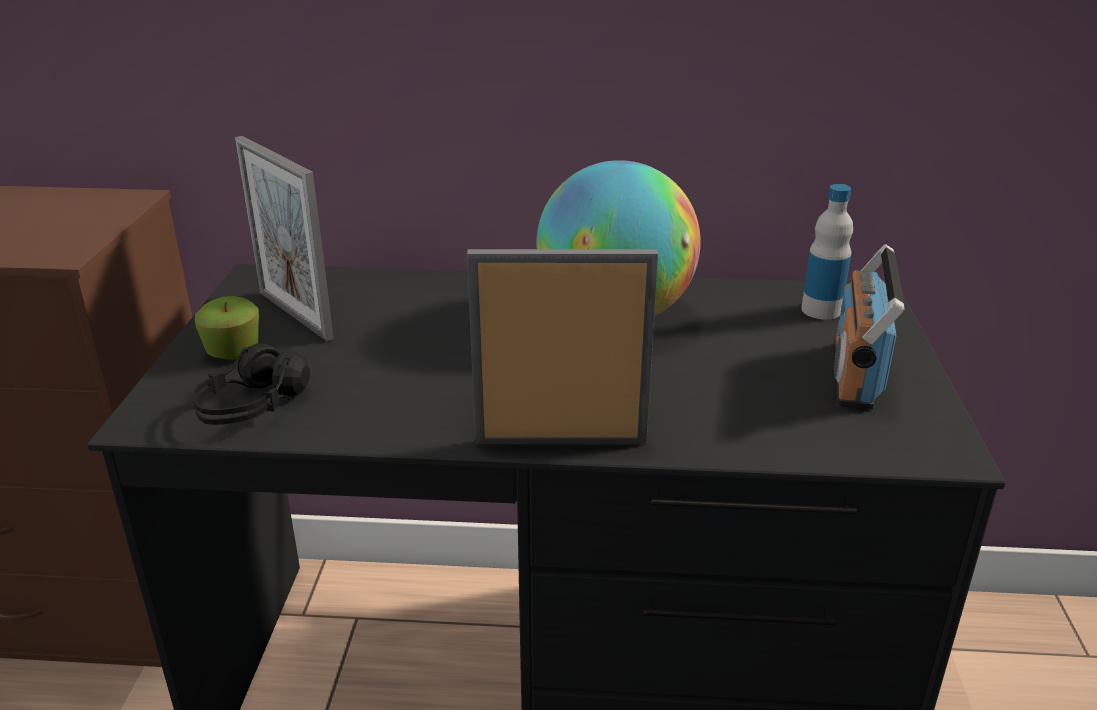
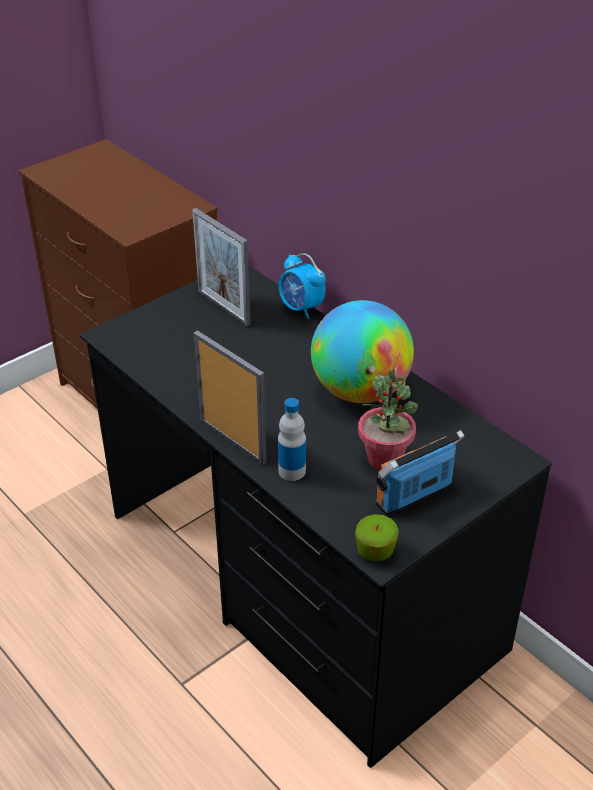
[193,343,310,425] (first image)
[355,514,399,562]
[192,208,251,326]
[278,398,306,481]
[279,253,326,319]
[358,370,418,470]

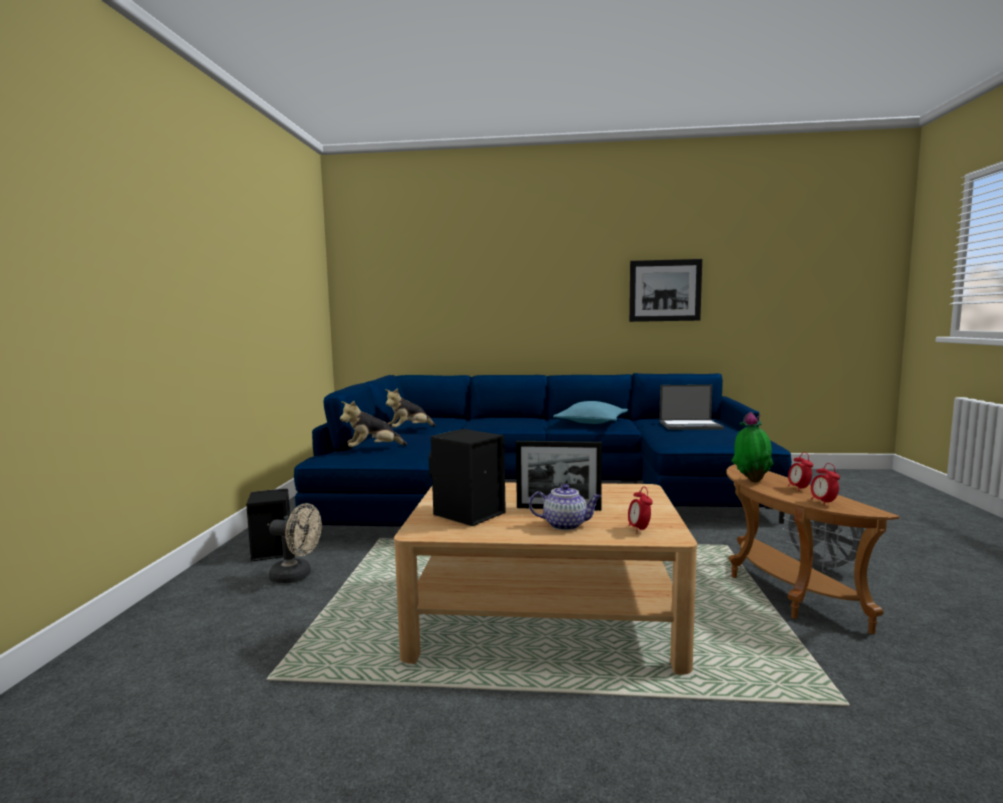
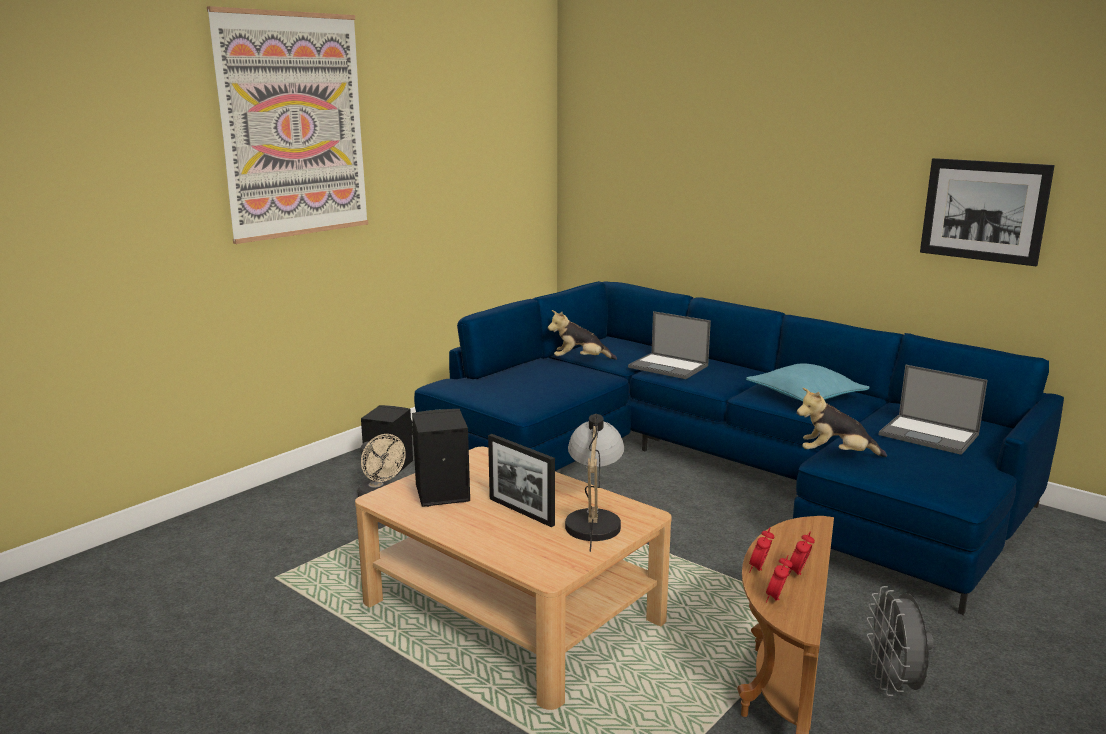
[797,388,887,457]
[529,484,601,530] (first image)
[749,528,774,572]
[731,412,774,483] (first image)
[207,6,368,244]
[565,414,624,552]
[628,311,711,379]

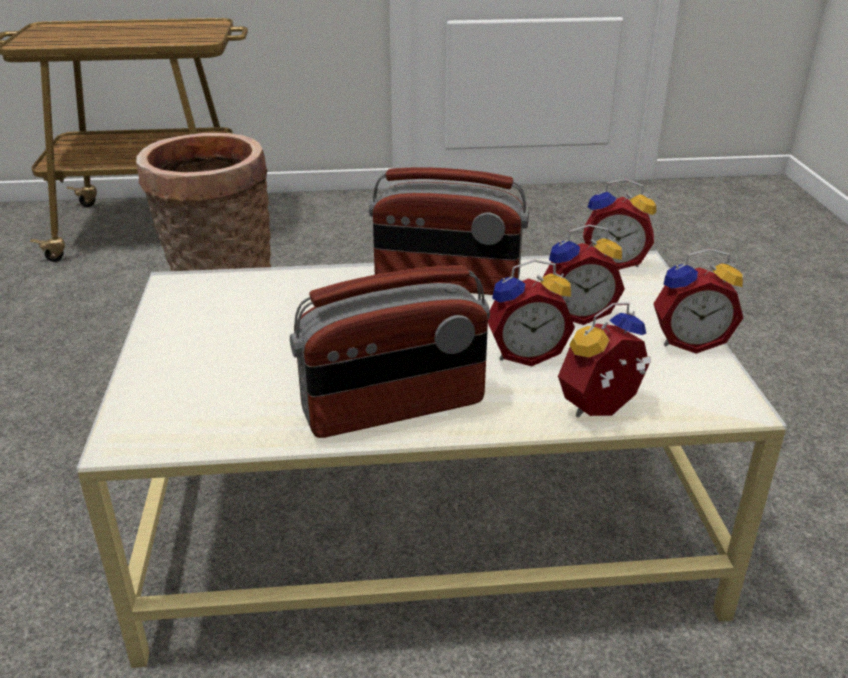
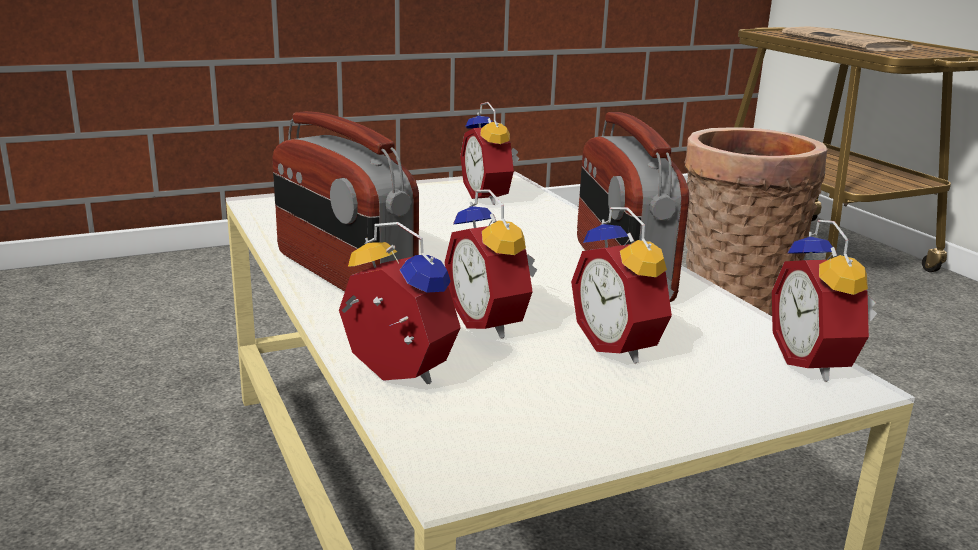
[460,102,520,205]
[782,26,916,51]

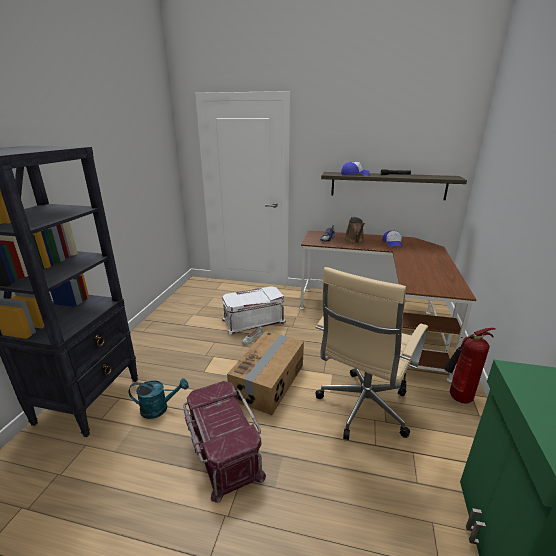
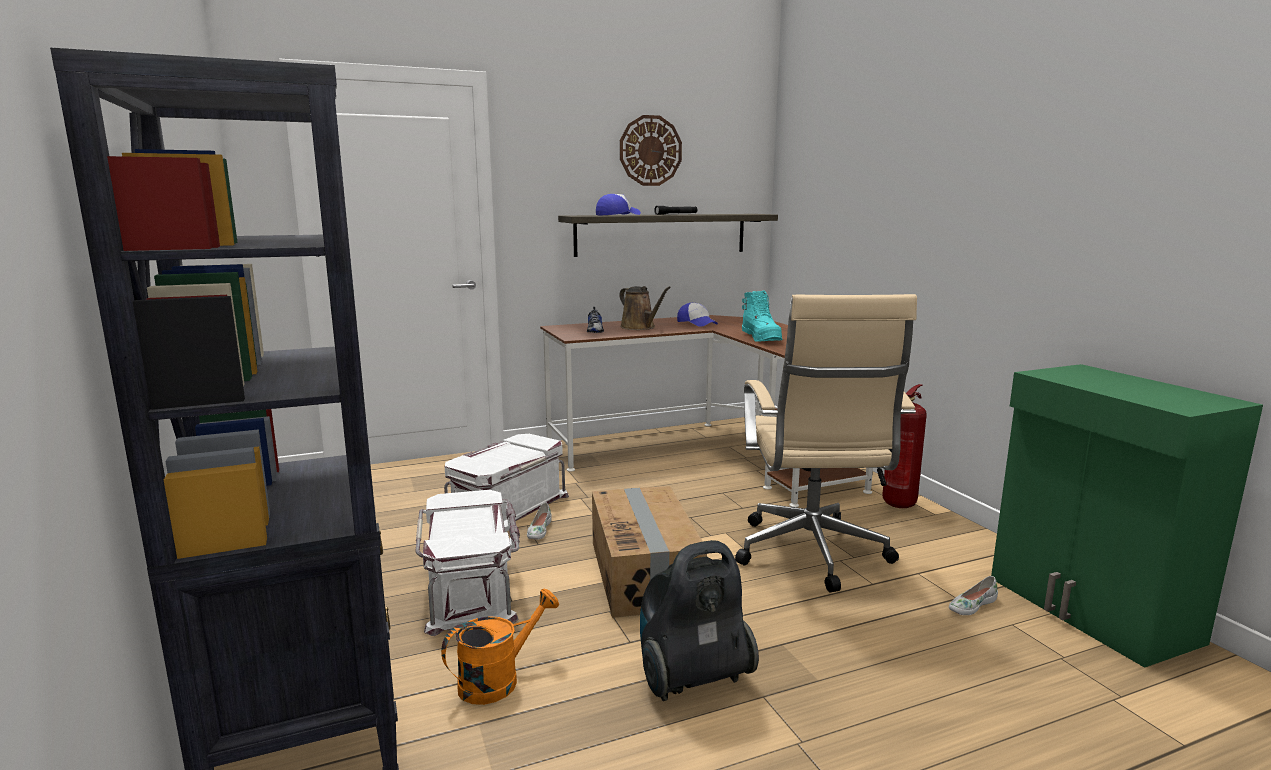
[441,588,559,705]
[640,540,759,701]
[415,490,520,636]
[620,115,682,186]
[742,290,783,342]
[949,576,998,615]

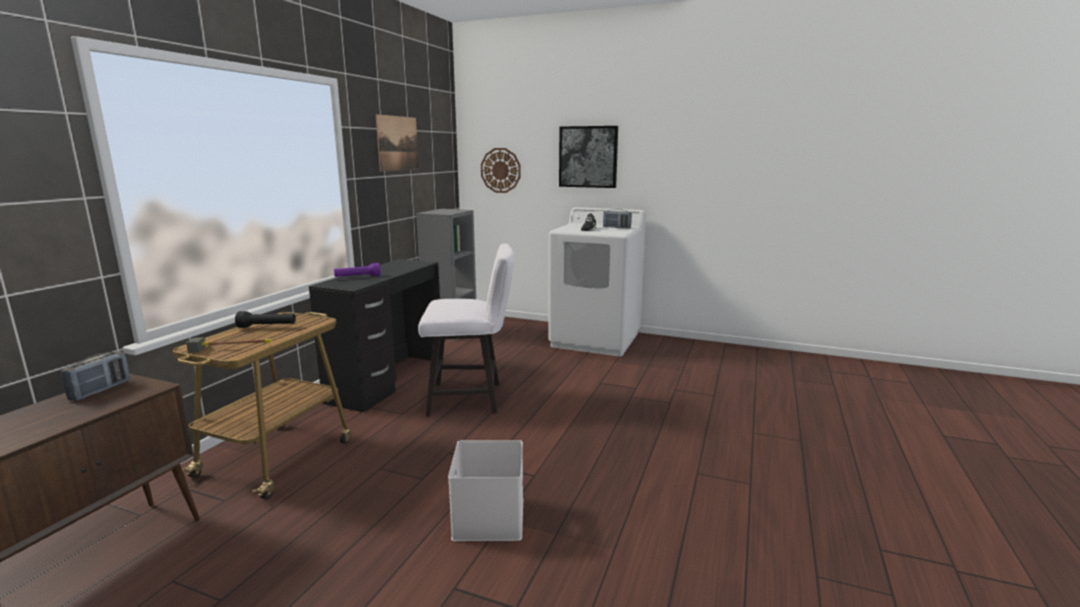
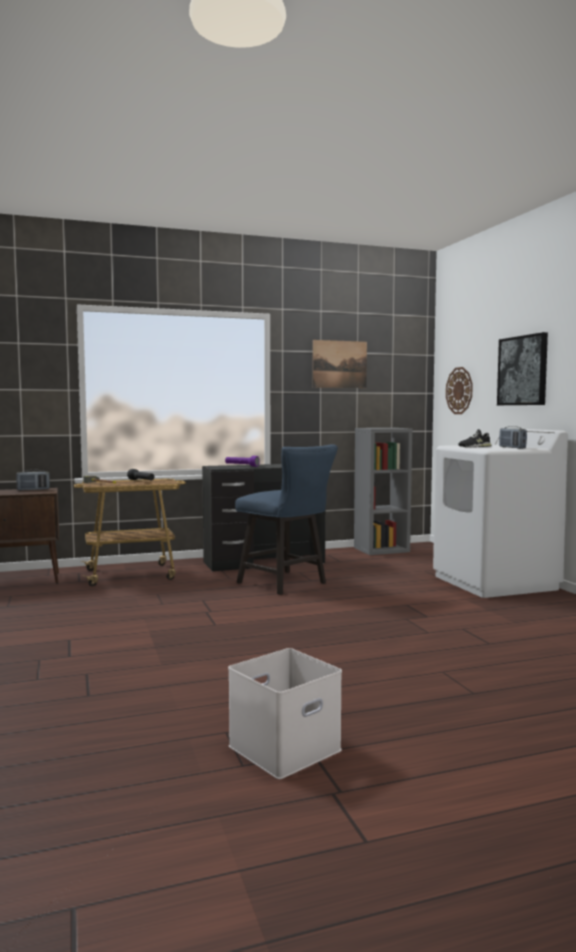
[235,444,338,595]
[228,648,342,779]

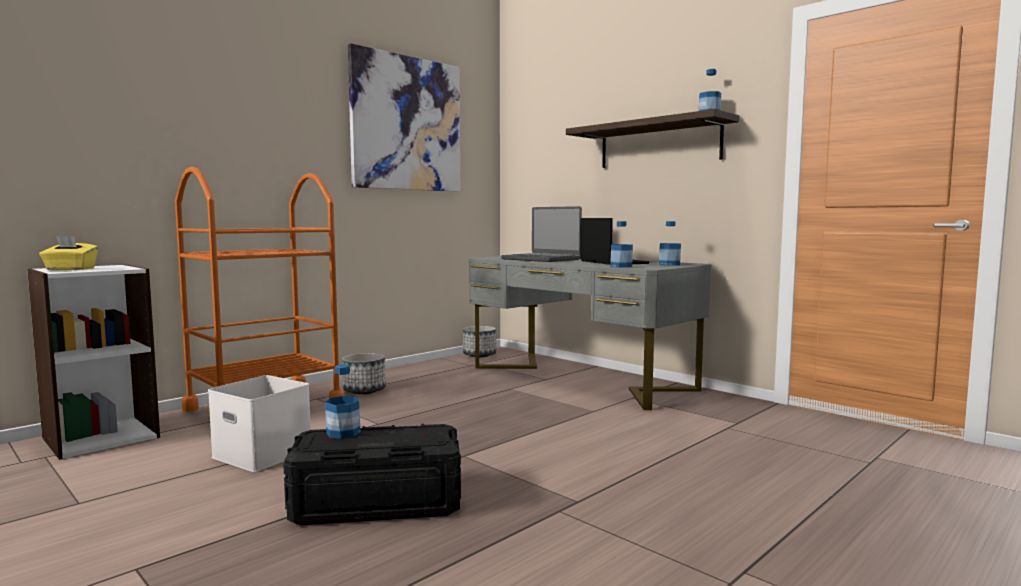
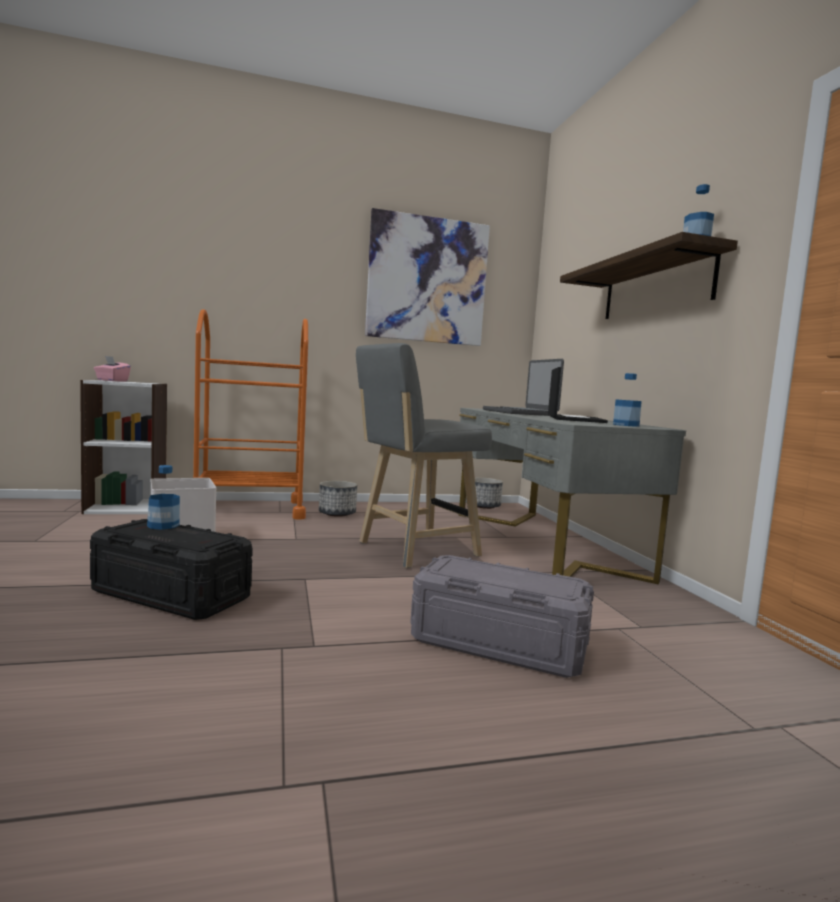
[94,356,131,382]
[610,221,633,267] (first image)
[356,343,492,568]
[410,555,594,678]

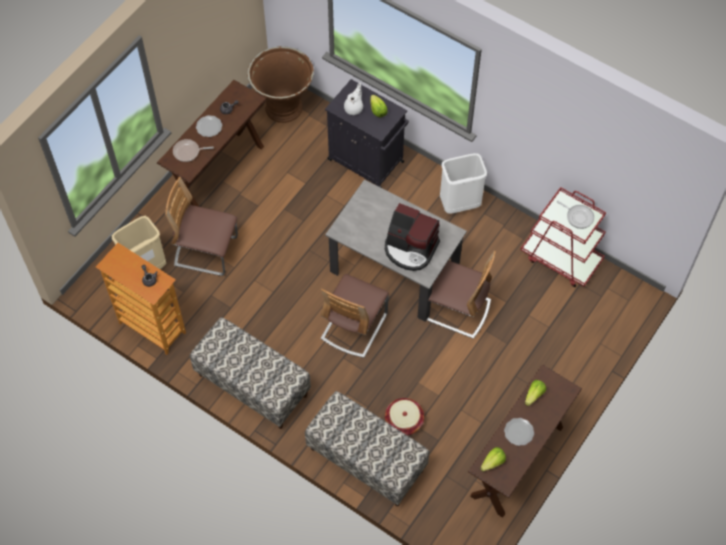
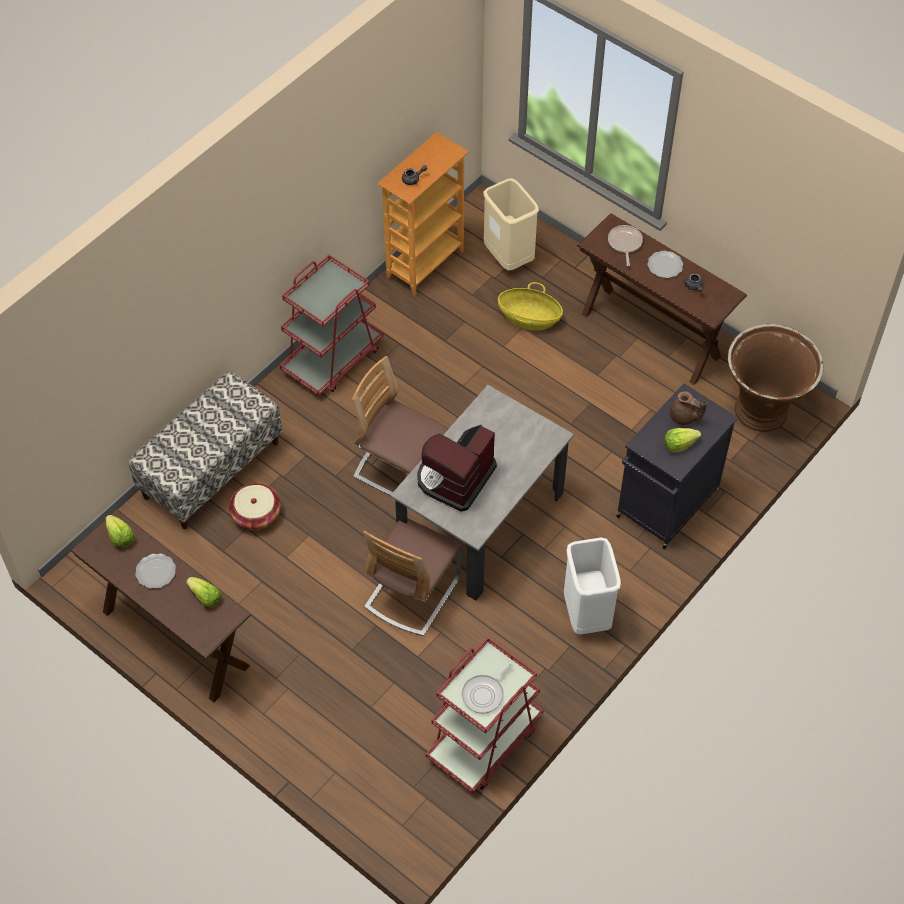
[498,282,563,330]
[280,255,383,396]
[670,391,707,425]

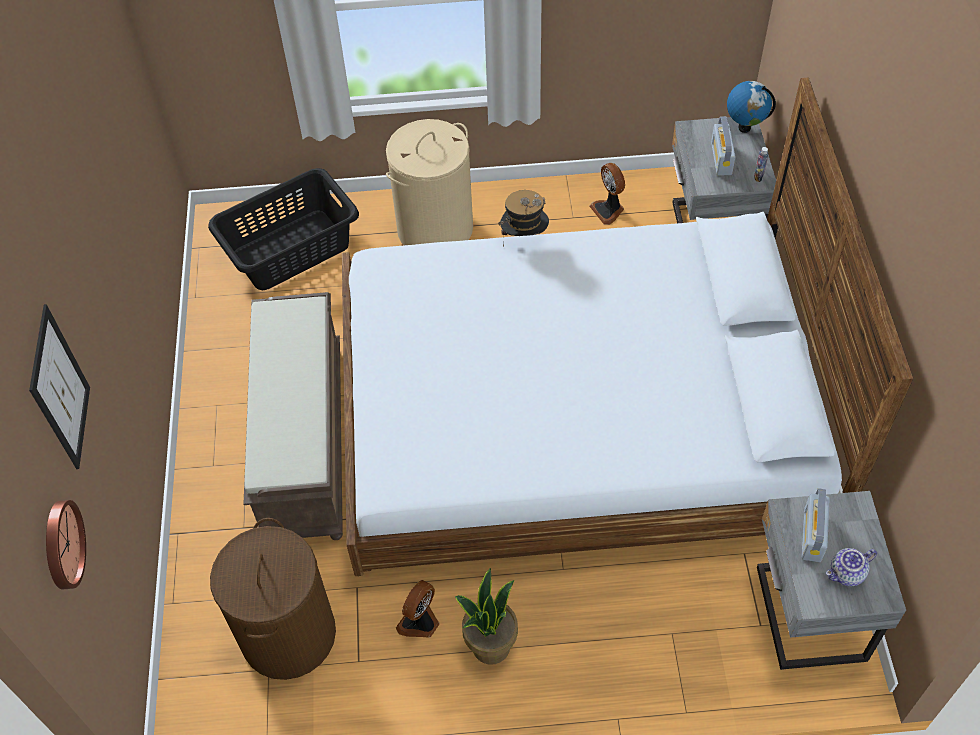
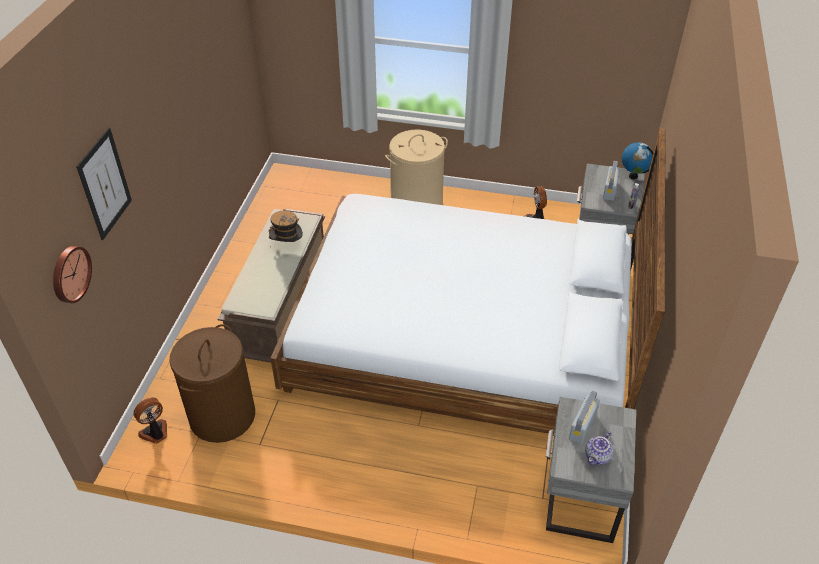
[208,168,359,290] (first image)
[133,397,167,444]
[455,568,518,665] (first image)
[268,210,303,247]
[585,431,614,465]

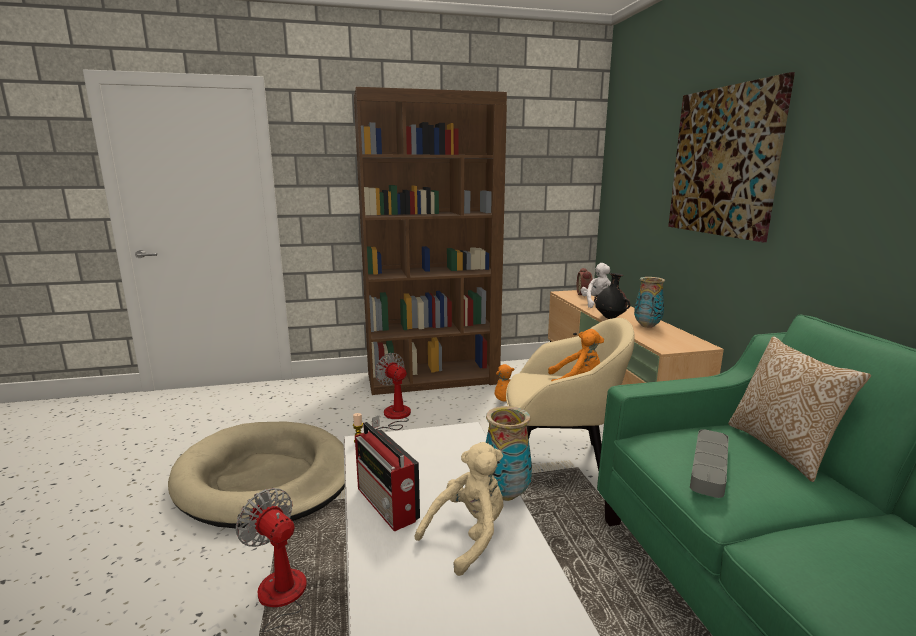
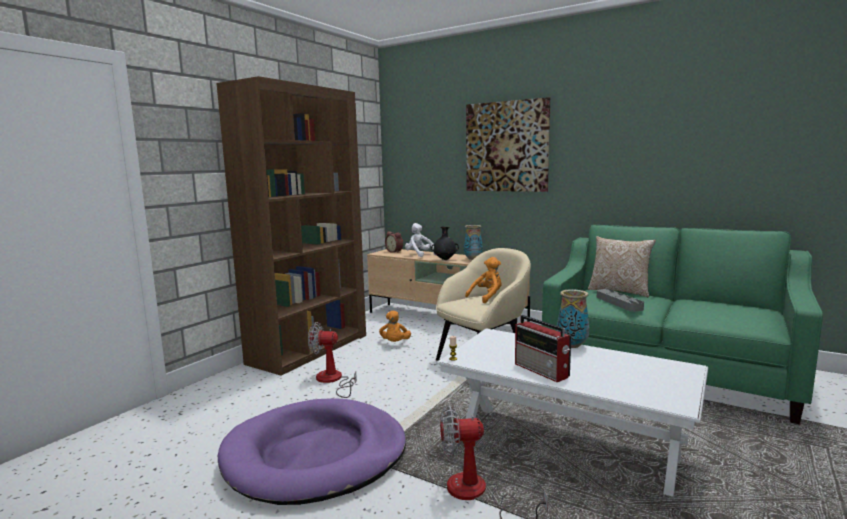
[218,398,406,505]
[515,315,571,382]
[415,442,503,576] (first image)

